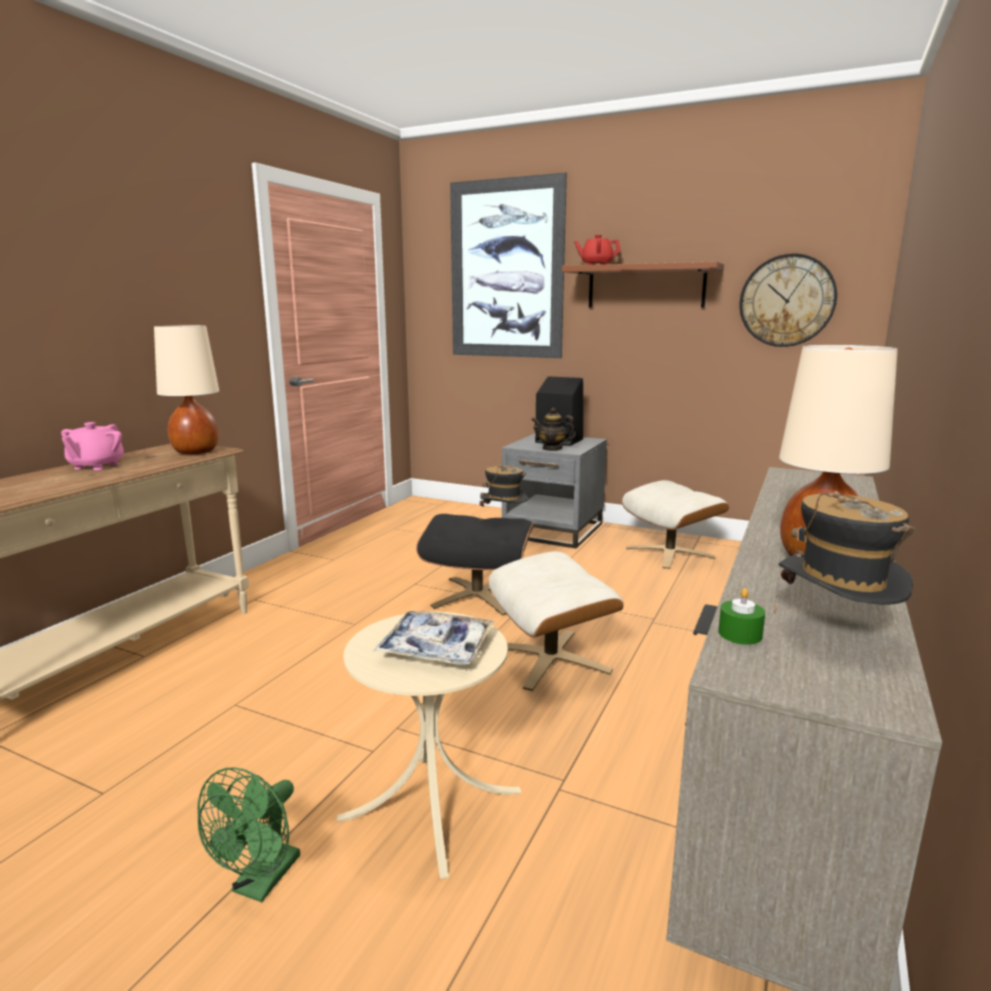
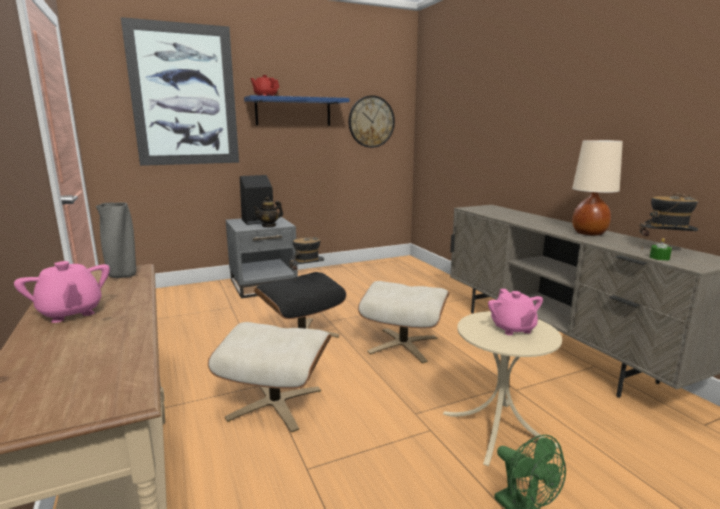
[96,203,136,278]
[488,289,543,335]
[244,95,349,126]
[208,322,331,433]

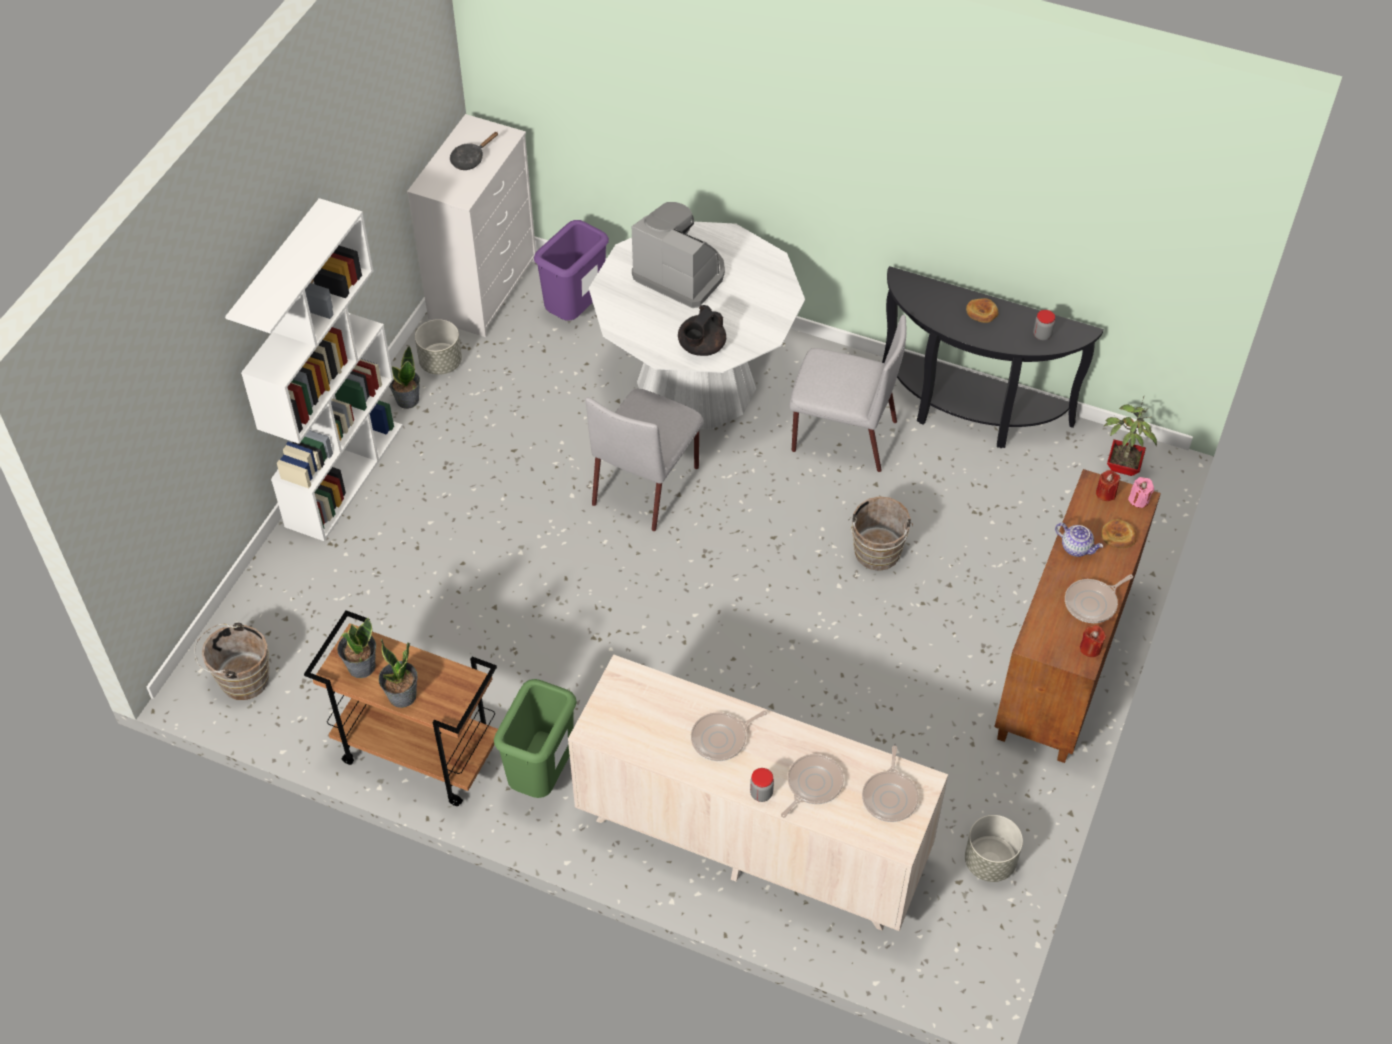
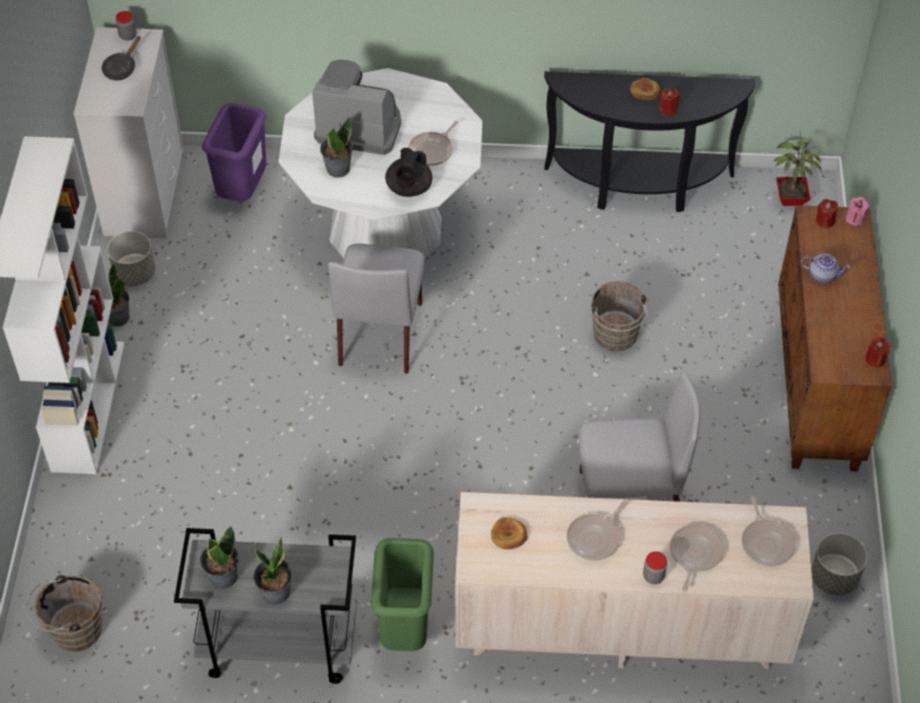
[174,528,357,684]
[579,371,701,502]
[116,11,136,41]
[408,120,459,166]
[491,517,528,549]
[320,117,353,178]
[659,89,680,116]

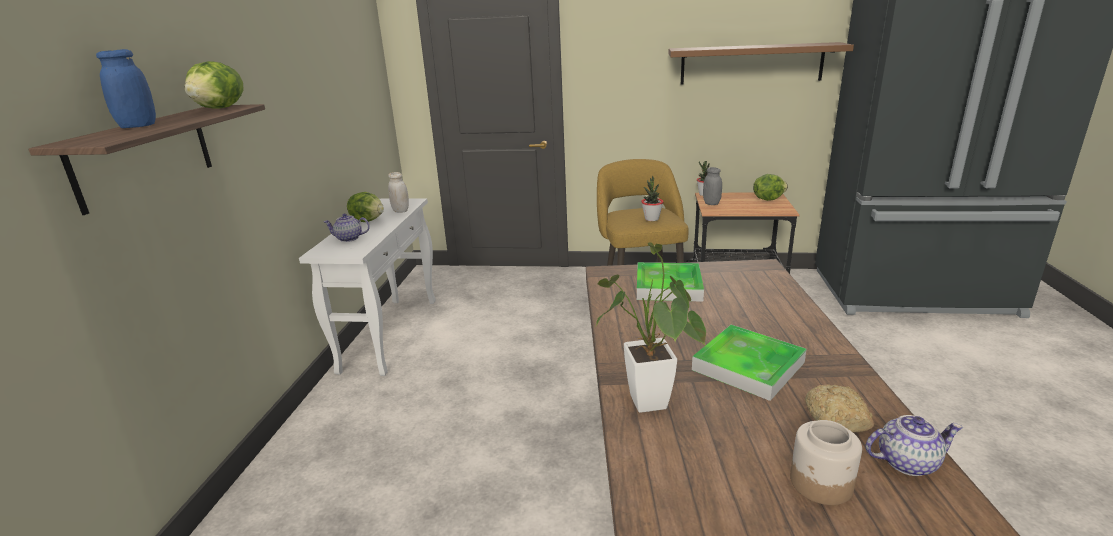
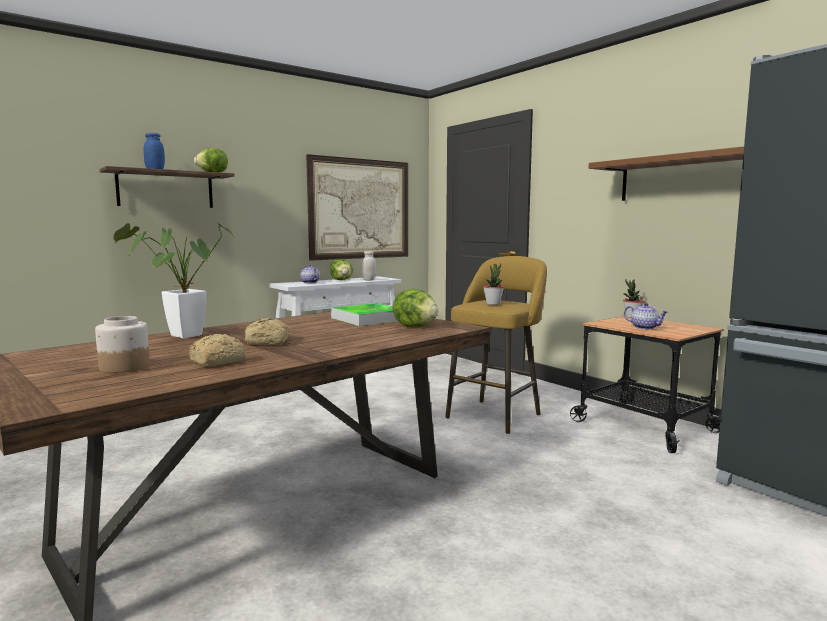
[245,318,289,345]
[703,167,722,205] (first image)
[392,289,438,327]
[624,303,668,330]
[306,154,408,261]

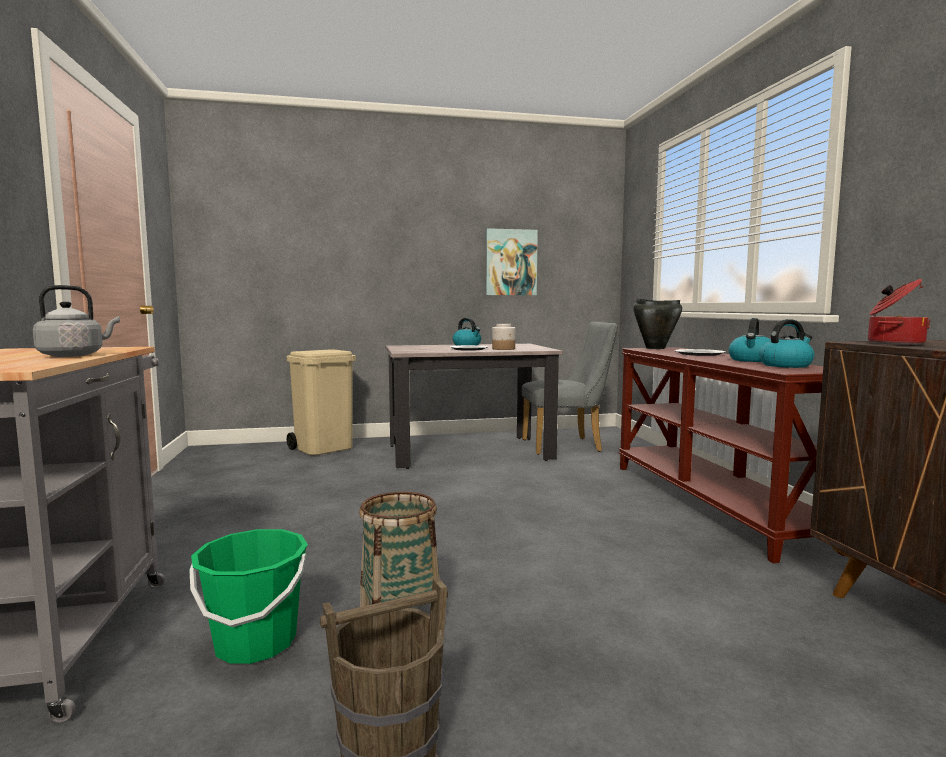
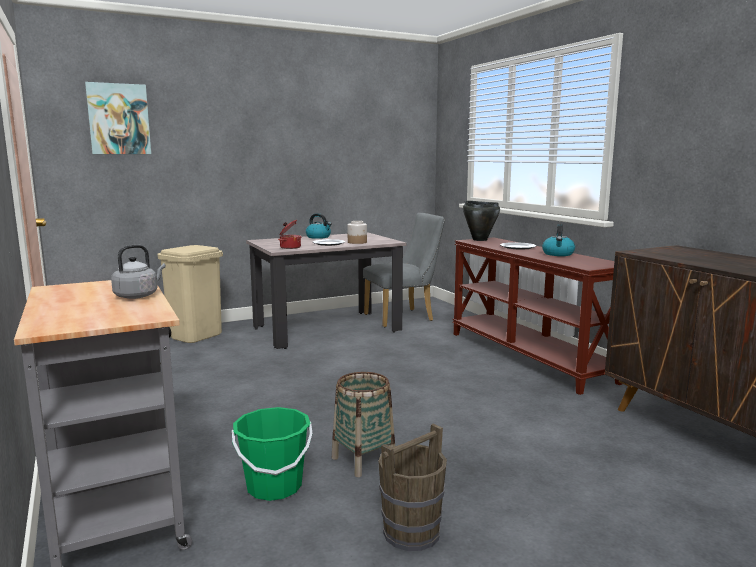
[85,82,151,154]
[759,319,814,368] (first image)
[278,220,301,249]

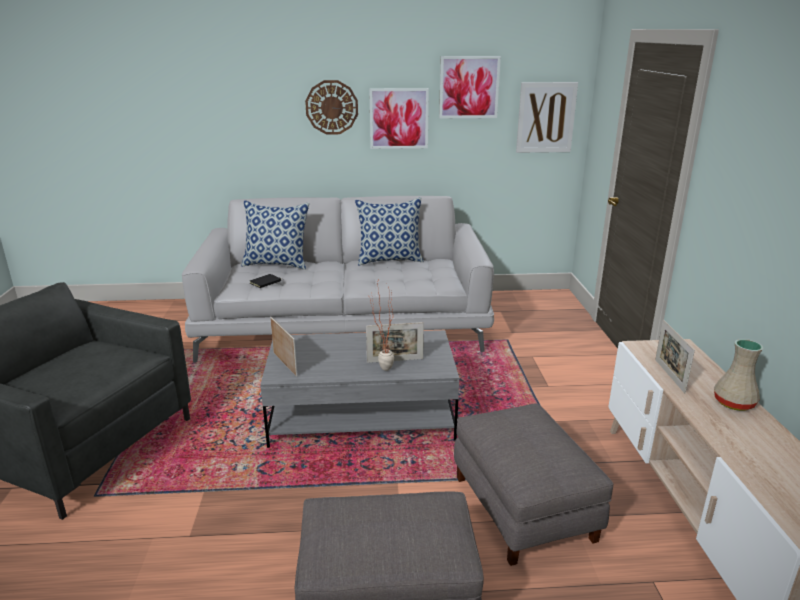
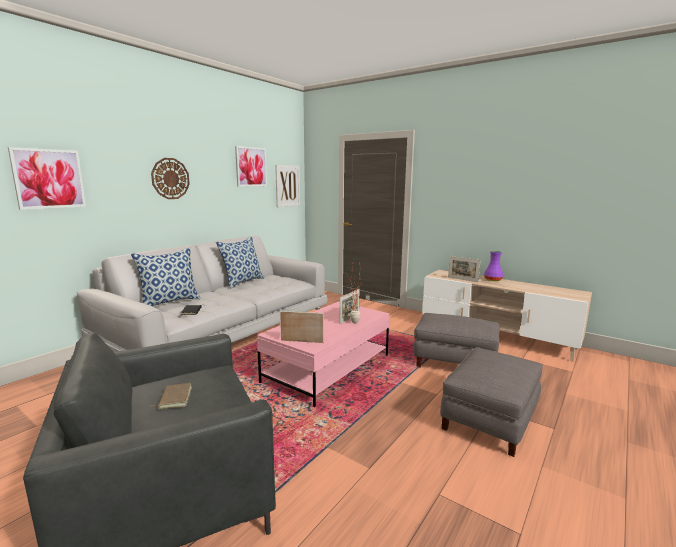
[257,302,390,407]
[8,147,86,210]
[484,251,503,281]
[149,383,192,409]

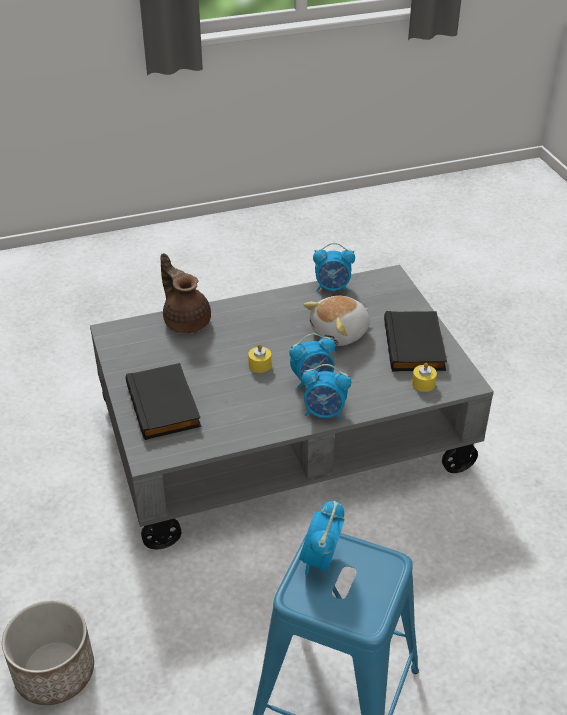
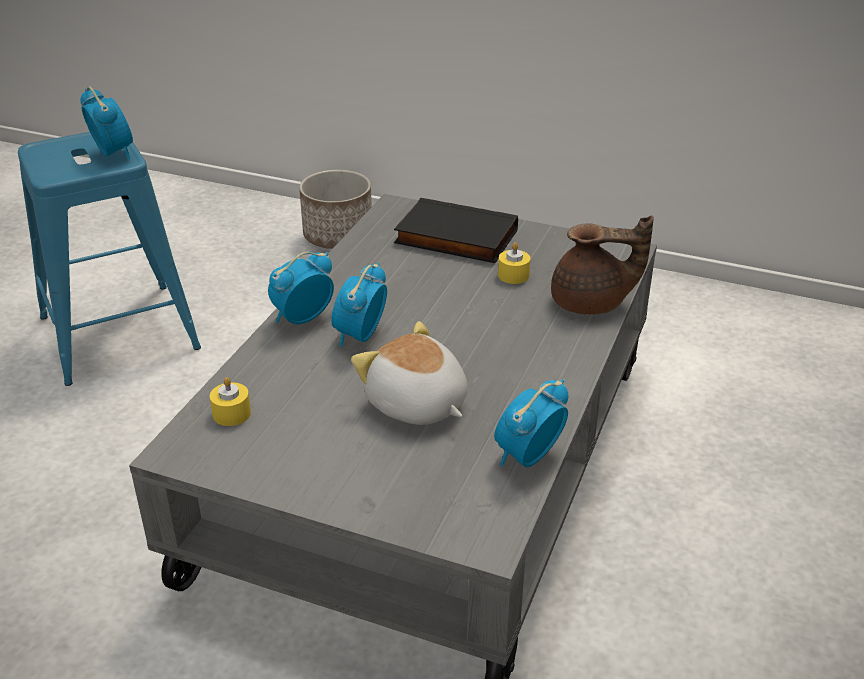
[498,242,530,284]
[351,321,468,425]
[384,311,447,371] (first image)

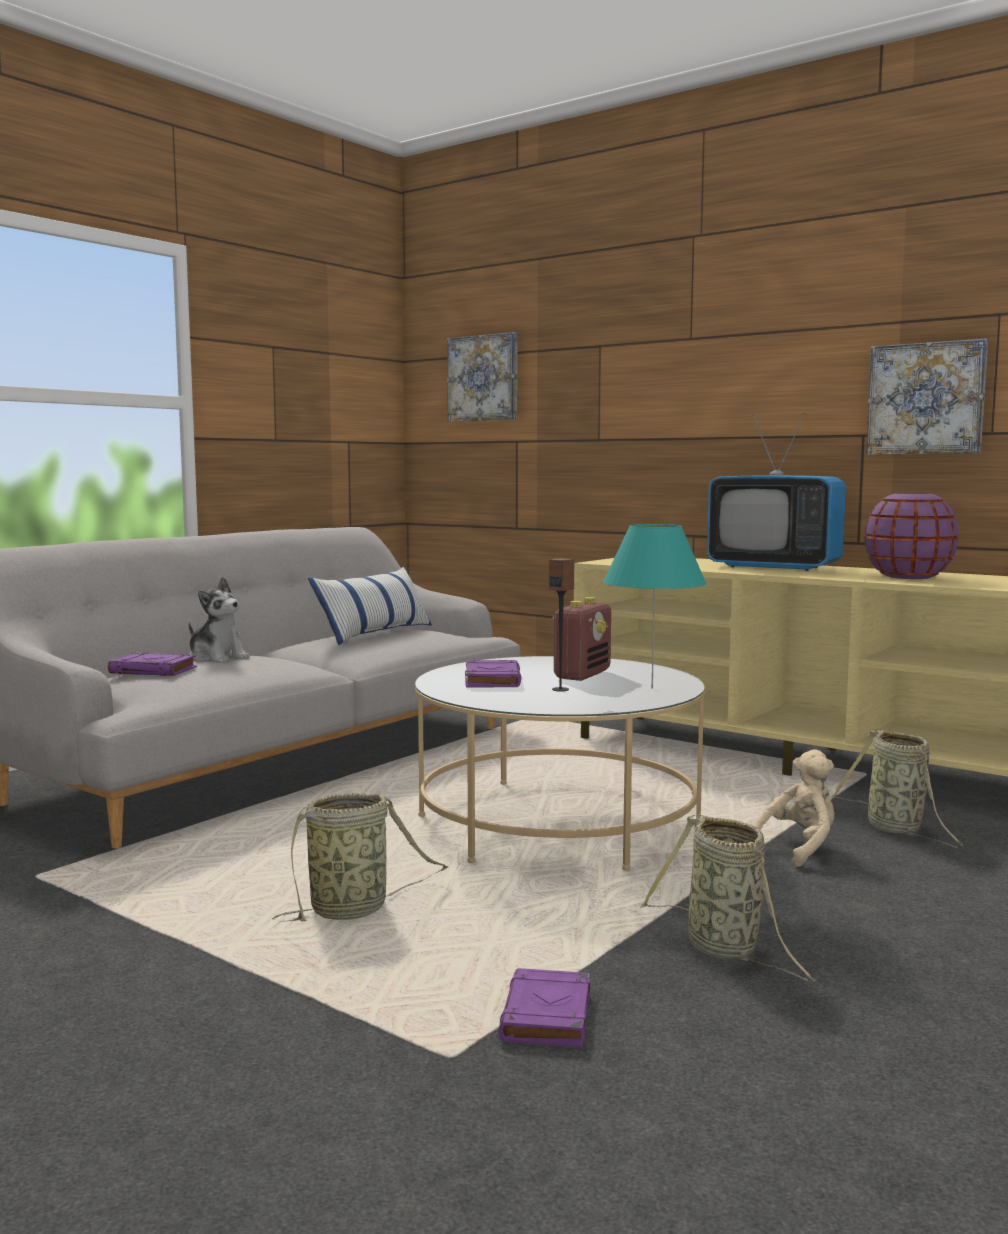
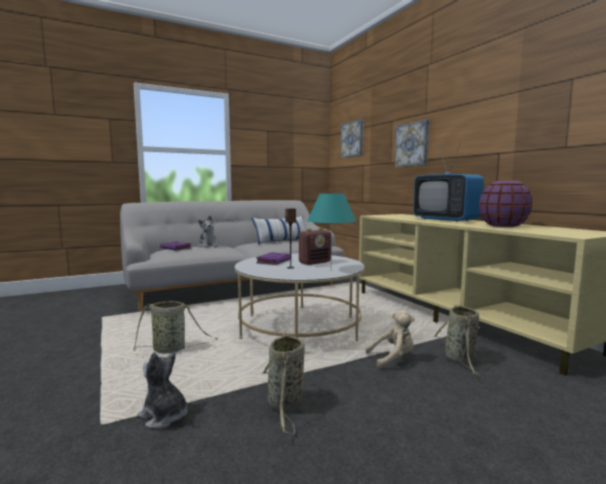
[137,352,188,429]
[394,119,430,167]

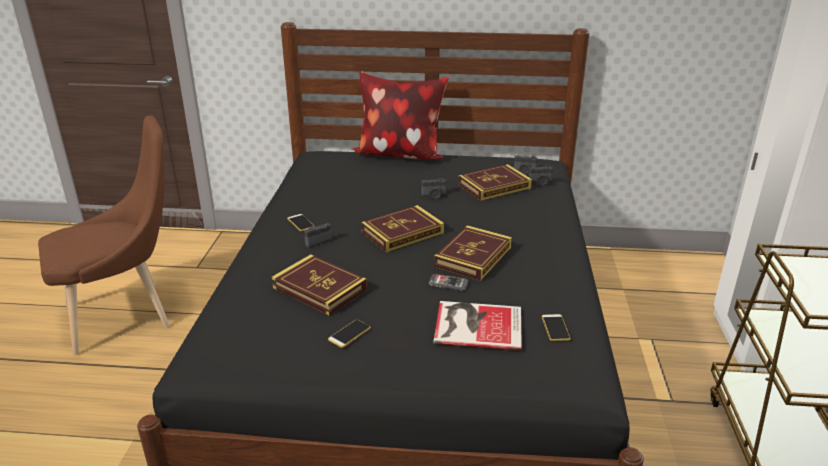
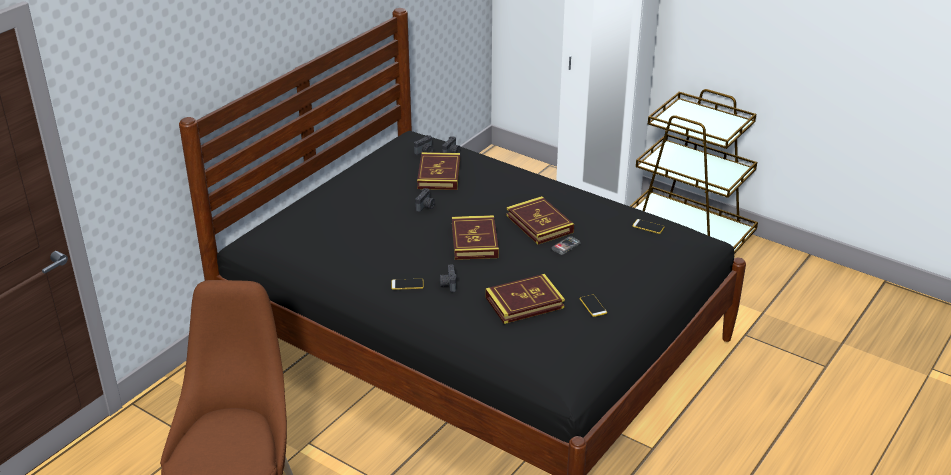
[353,72,449,160] (first image)
[433,301,522,350] (first image)

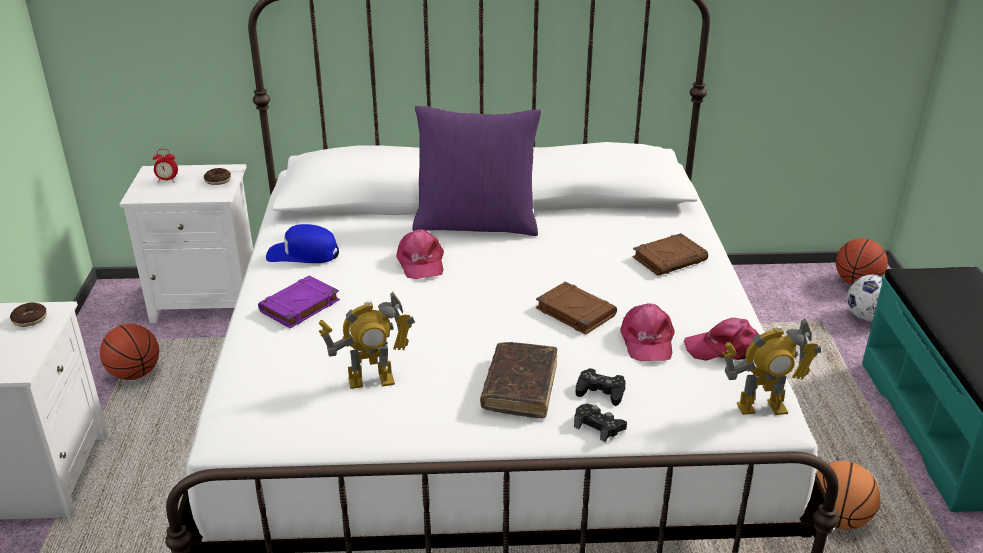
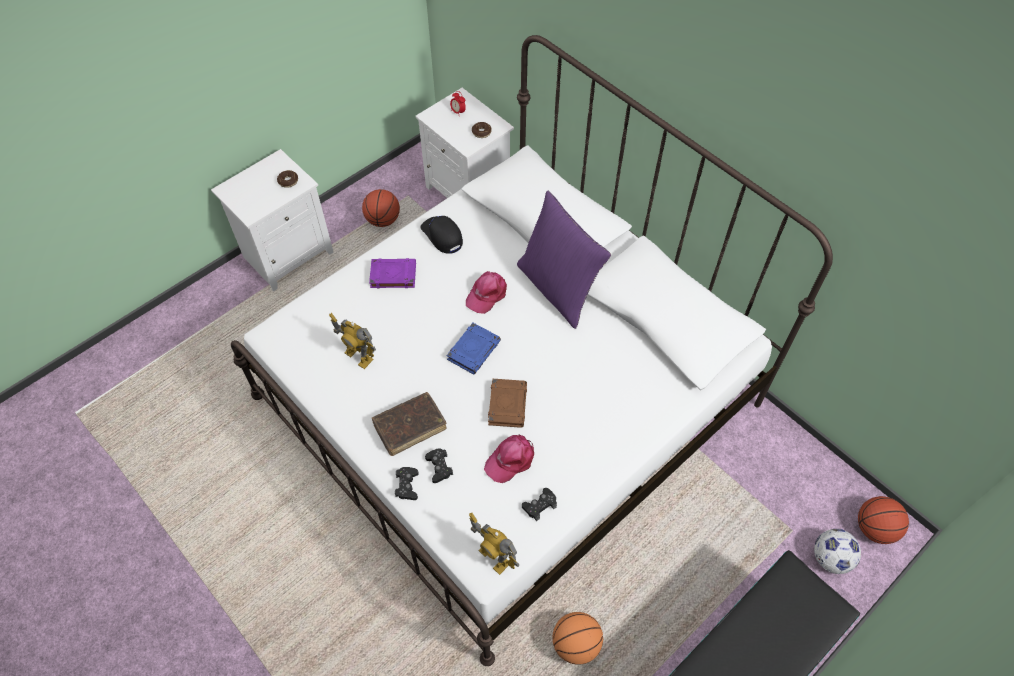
[420,216,463,254]
[633,233,708,276] (first image)
[522,488,557,521]
[447,323,501,374]

